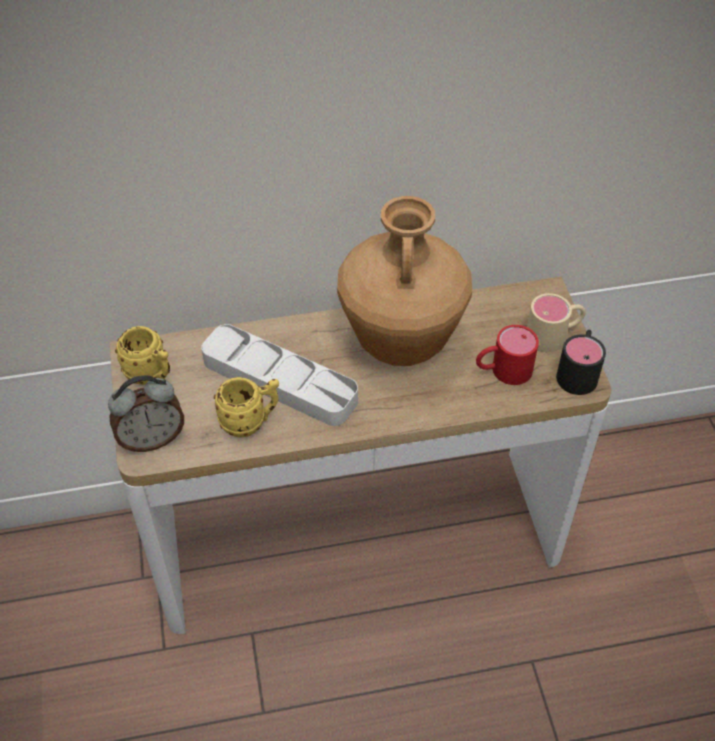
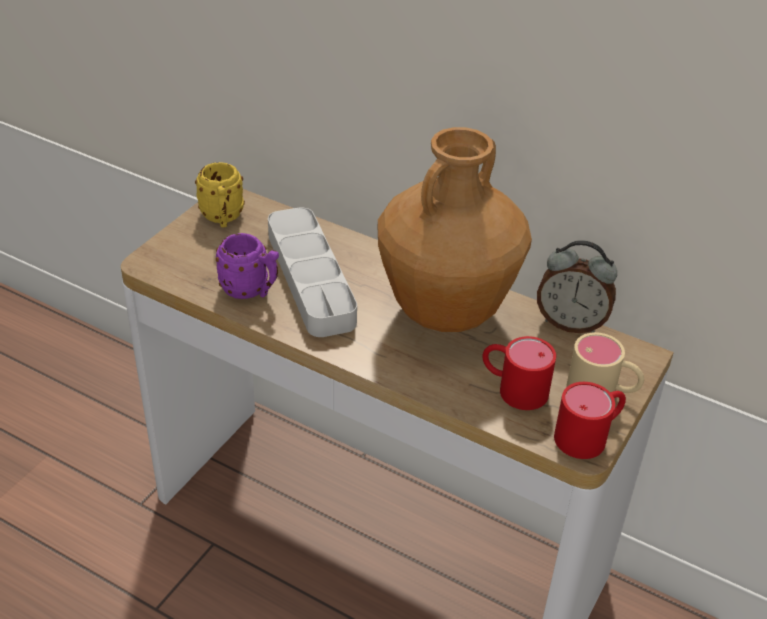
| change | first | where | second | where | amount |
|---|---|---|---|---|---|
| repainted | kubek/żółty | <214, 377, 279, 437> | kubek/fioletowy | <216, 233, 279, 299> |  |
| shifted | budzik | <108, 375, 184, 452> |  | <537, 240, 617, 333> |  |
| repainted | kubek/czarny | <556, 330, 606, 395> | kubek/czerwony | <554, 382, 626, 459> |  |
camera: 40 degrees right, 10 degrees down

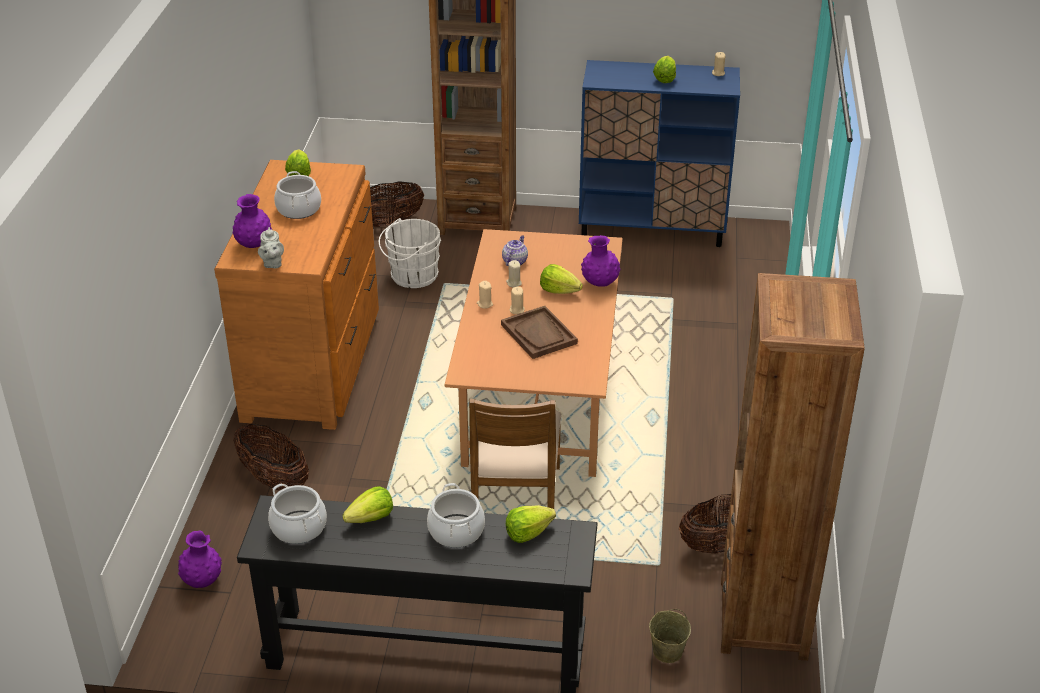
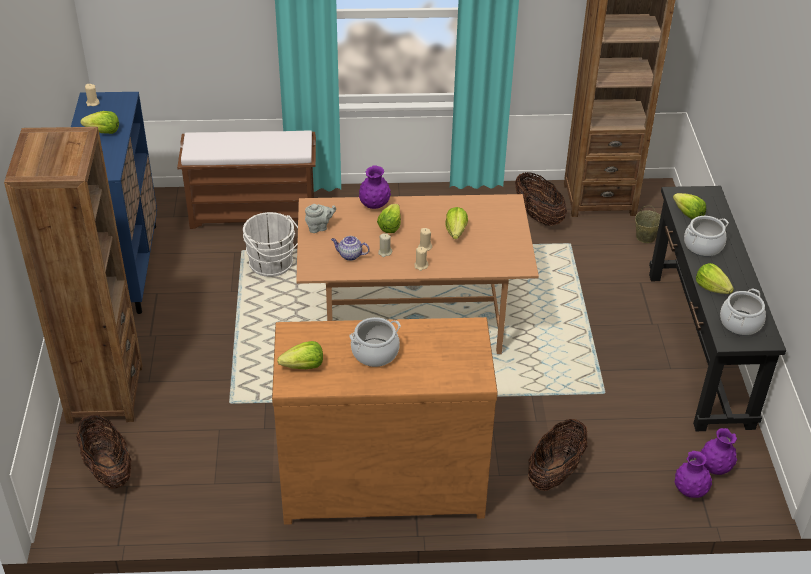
| change | first | where | second | where | amount |
|---|---|---|---|---|---|
| new |  |  | ławka/brązowy | <177, 130, 316, 229> |  |
| shifted | wiadro/biały | <379, 218, 441, 288> |  | <243, 212, 298, 277> |  |
| shifted | imbryk/szary | <258, 227, 284, 268> |  | <305, 204, 336, 233> |  |
| swapped | taca/brązowy | <501, 306, 578, 359> | sałata | <445, 207, 468, 239> |  |
| shifted | wazon/fioletowy | <232, 194, 272, 248> |  | <700, 428, 737, 475> |  |
| gone | krzesło/brązowy | <469, 399, 561, 509> |  |  |  |
camera: 100 degrees left, 5 degrees up

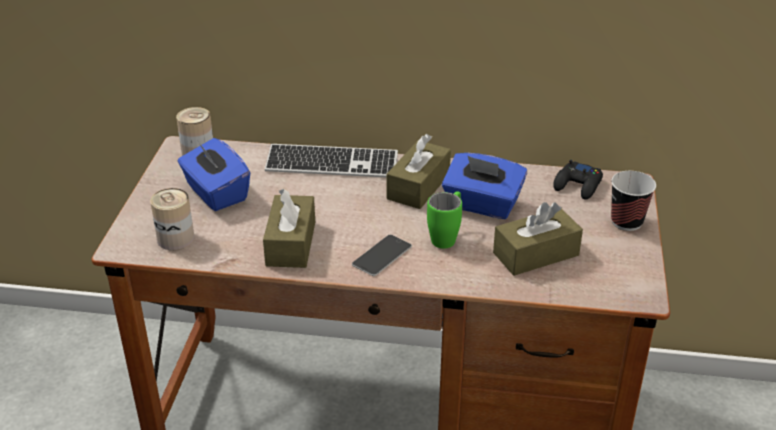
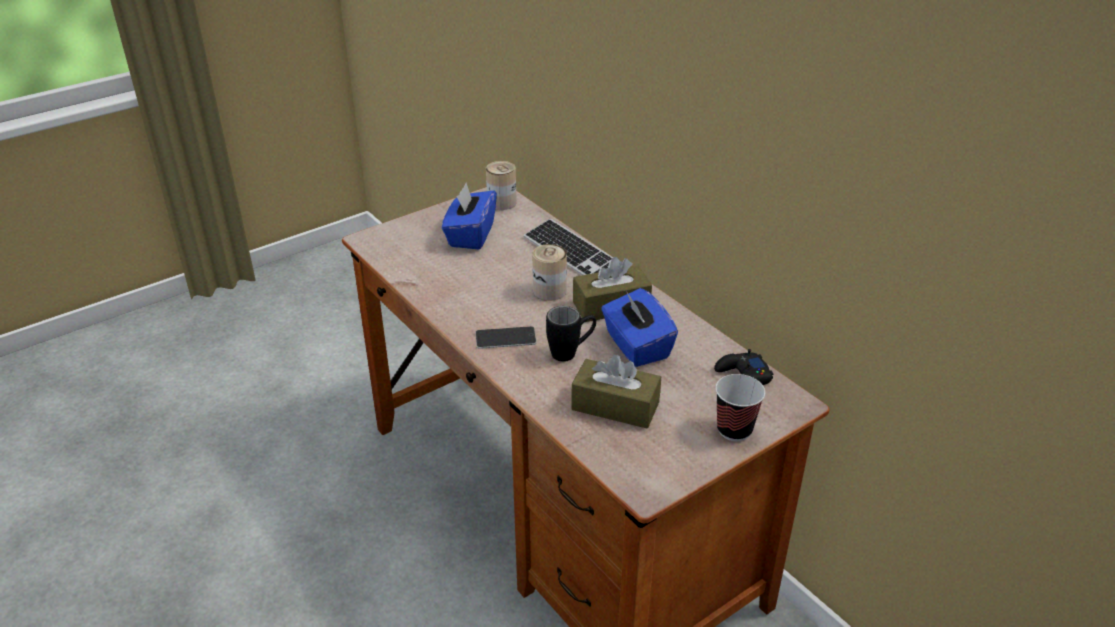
| change | first | where | second | where | amount |
|---|---|---|---|---|---|
| shifted | puszka | <150, 188, 195, 250> |  | <532, 244, 567, 301> |  |
| repainted | kubek/zielony | <427, 191, 462, 249> | kubek/czarny | <546, 306, 596, 362> |  |
| gone | pudełko chusteczek/brązowy | <263, 189, 315, 268> |  |  |  |
camera: 45 degrees right, 0 degrees up

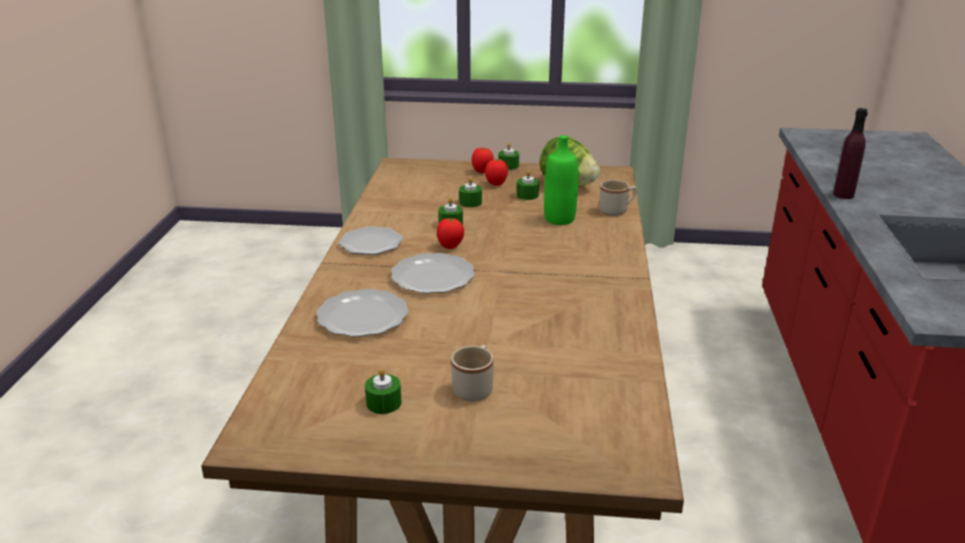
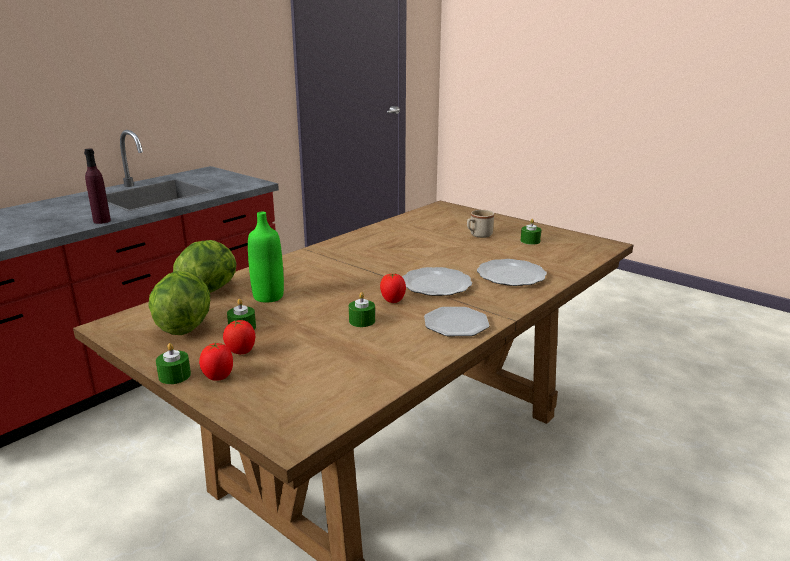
| change | first | where | second | where | amount |
|---|---|---|---|---|---|
| swapped | kubek/beżowy | <599, 180, 636, 216> | sałata | <173, 240, 237, 293> |  |
| gone | świeca/zielony | <459, 177, 482, 207> |  |  |  |
camera: 145 degrees left, 5 degrees down

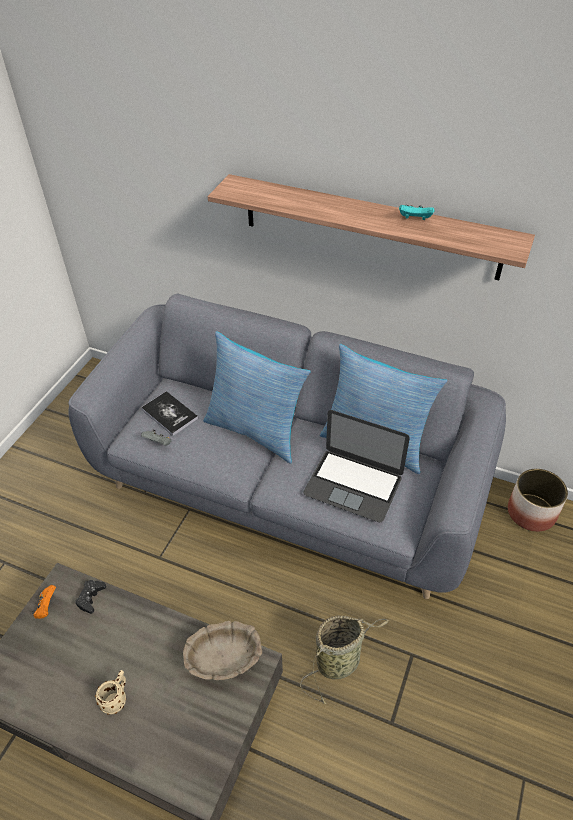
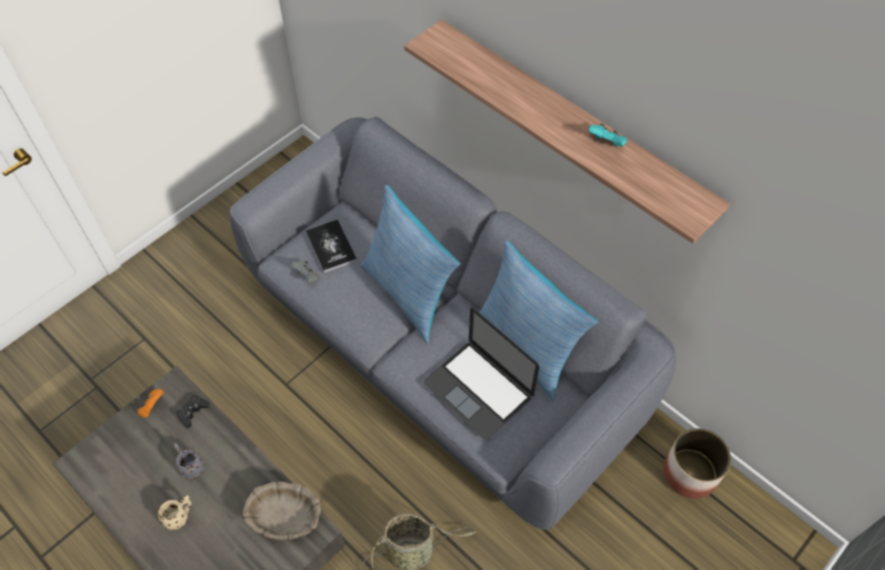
| change | first | where | second | where | amount |
|---|---|---|---|---|---|
| new |  |  | kubek/szary | <173, 443, 204, 479> |  |
camera: 20 degrees right, 10 degrees up

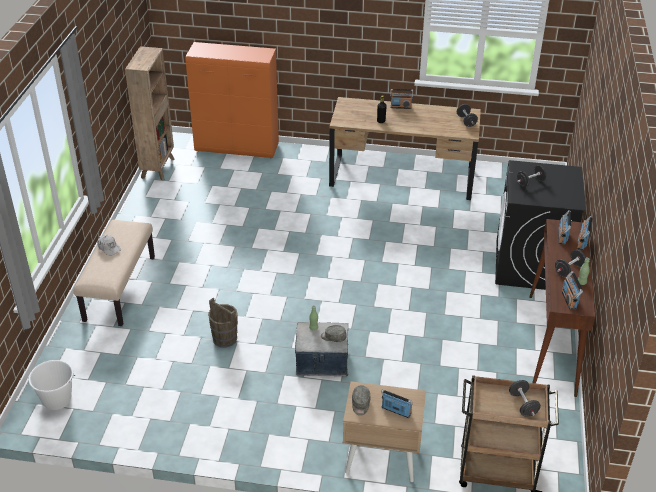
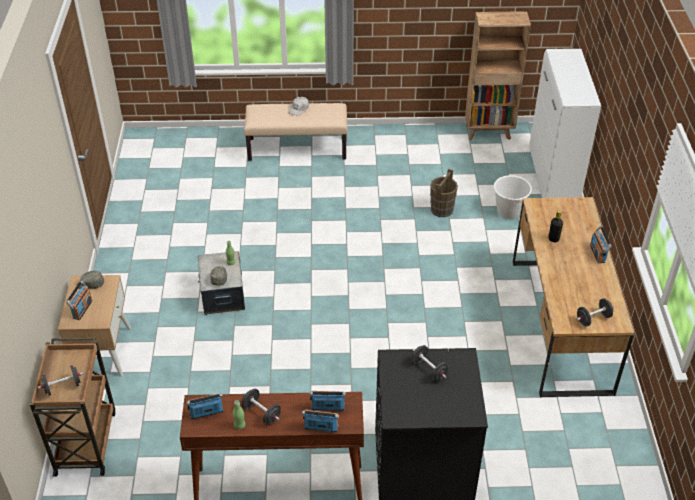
| change | first | where | second | where | amount |
|---|---|---|---|---|---|
| shifted | wiadro/brązowy | <208, 298, 238, 348> |  | <430, 169, 458, 217> |  |
| shifted | wiadro/biały | <28, 360, 76, 410> |  | <494, 175, 532, 219> |  |
| repainted | szafka/pomarańczowy | <185, 42, 279, 158> | szafka/biały | <529, 49, 601, 198> |  |
camera: 80 degrees right, 5 degrees up

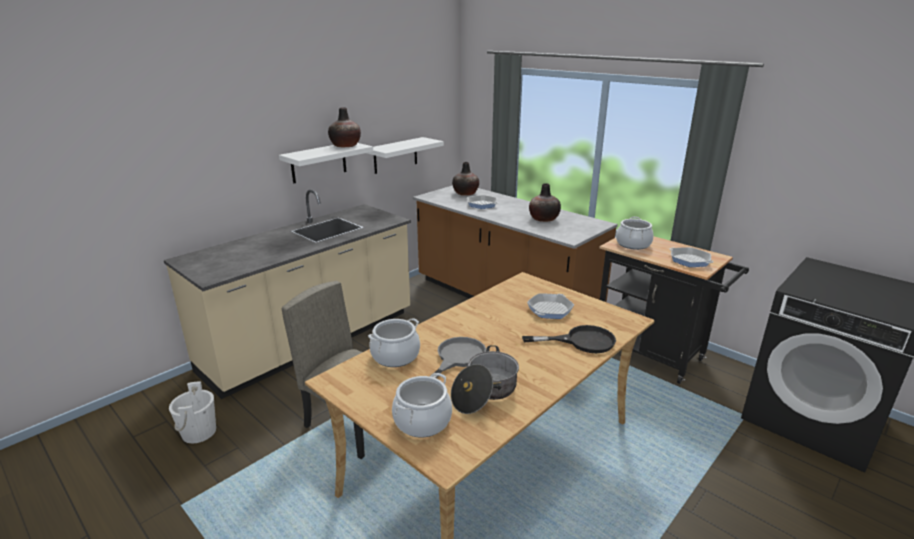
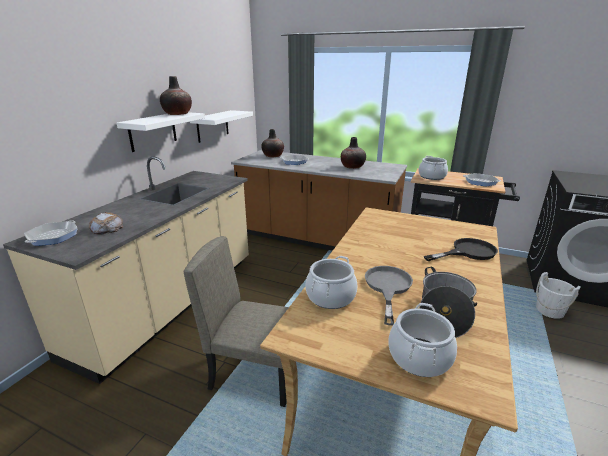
| change | first | where | second | where | amount |
|---|---|---|---|---|---|
| shifted | patelnia | <527, 294, 574, 319> |  | <24, 220, 78, 246> |  |
| new |  |  | chleb | <89, 212, 123, 235> |  |
| shifted | wiadro/biały | <169, 382, 216, 443> |  | <536, 272, 581, 319> |  |
camera: 20 degrees left, 0 degrees up

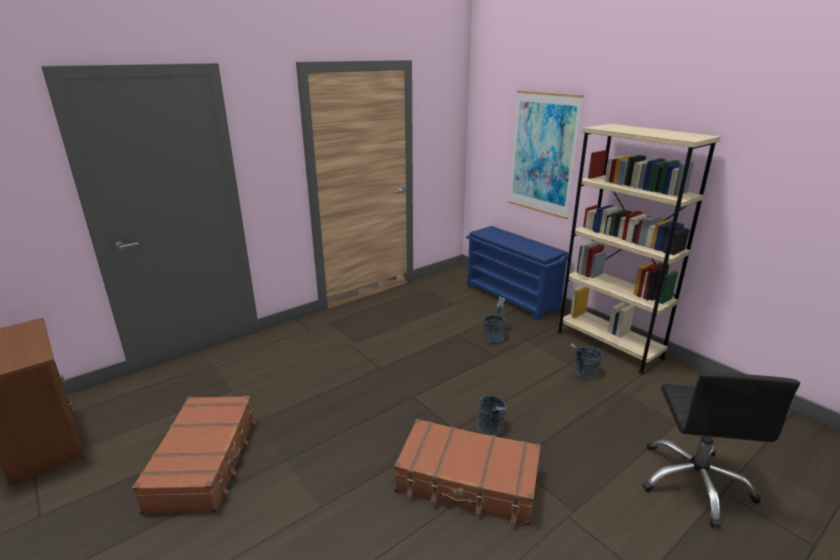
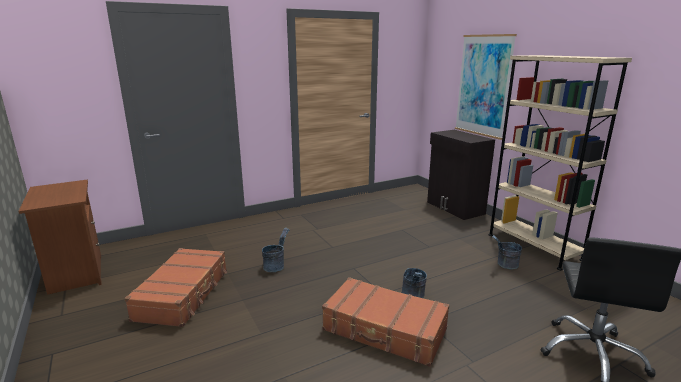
| change | first | where | second | where | amount |
|---|---|---|---|---|---|
| shifted | wiadro/szary | <484, 297, 506, 343> |  | <262, 228, 289, 272> |  |
| swapped | regał na buty/niebieski | <466, 226, 572, 321> | szafka/czarny | <427, 130, 495, 220> |  |
camera: 10 degrees right, 5 degrees down

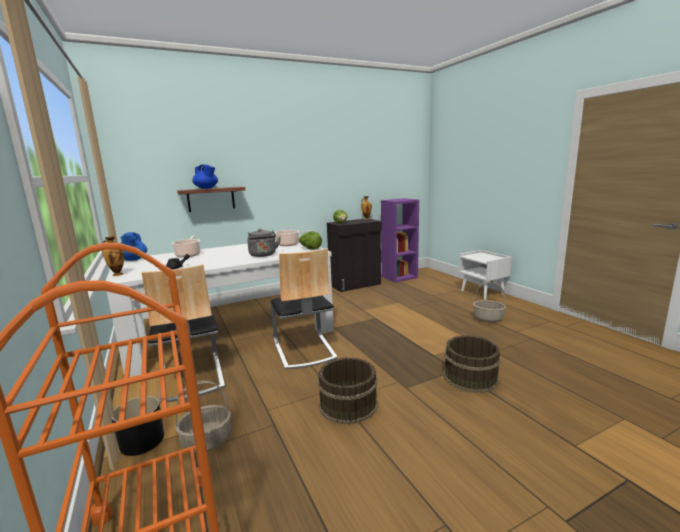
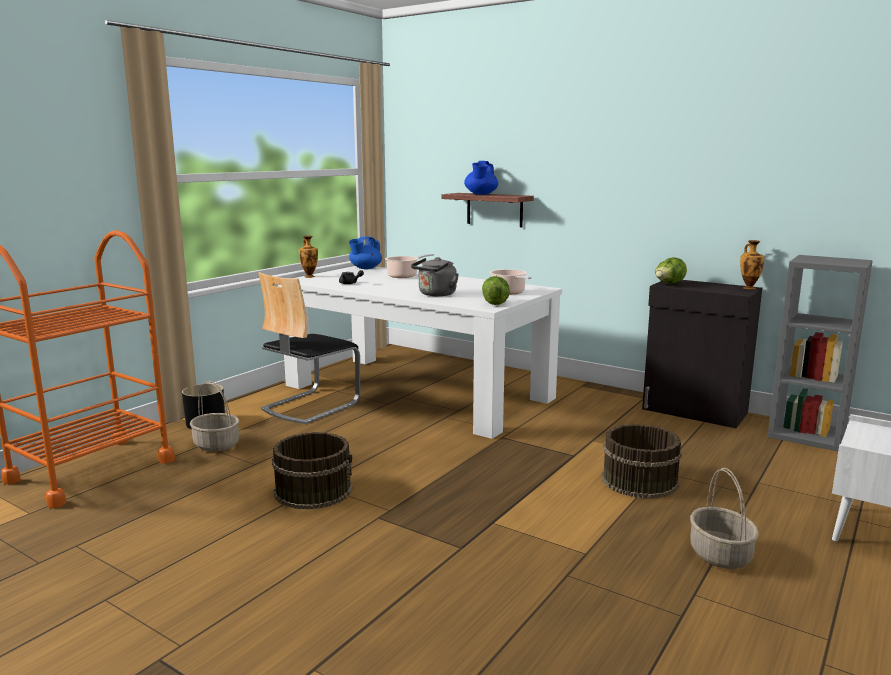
| change | first | where | second | where | amount |
|---|---|---|---|---|---|
| shifted | wiadro/brązowy | <444, 335, 501, 393> |  | <602, 424, 682, 499> |  |
| repainted | regał/fioletowy | <381, 198, 419, 282> | regał/szary | <768, 255, 873, 451> |  |
| gone | krzesło | <271, 248, 338, 369> |  |  |  |
camera: 60 degrees right, 0 degrees up

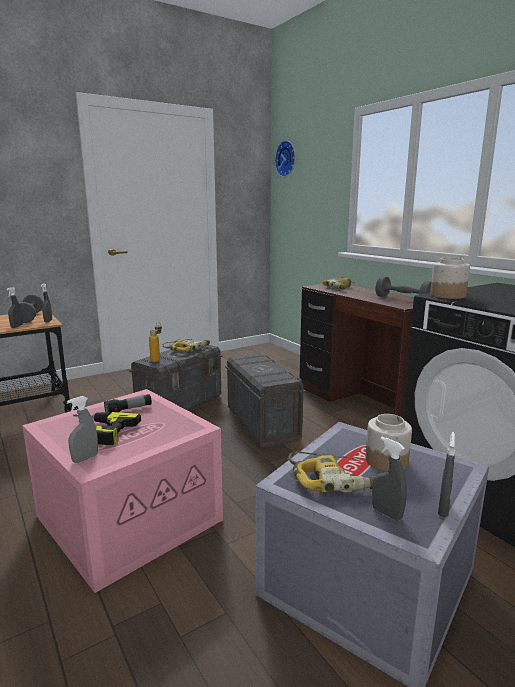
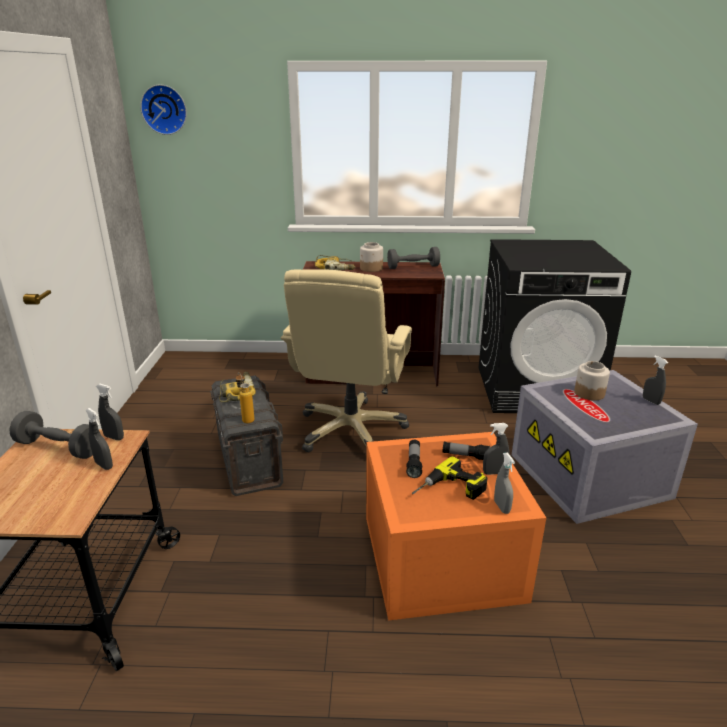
| change | first | where | second | where | amount |
|---|---|---|---|---|---|
| swapped | pojemnik do przechowywania/szary | <225, 353, 306, 448> | krzesło biurowe/beżowy | <281, 269, 412, 452> |  |
| shifted | słoik | <430, 258, 470, 299> |  | <360, 242, 383, 272> |  |
| repainted | pojemnik do przechowywania/różowy | <22, 389, 223, 593> | pojemnik do przechowywania/pomarańczowy | <366, 432, 546, 621> |  |
| new |  |  | latarka | <442, 442, 490, 460> |  |
| shifted | spryskiwacz/szary | <372, 437, 407, 521> |  | <483, 423, 509, 475> |  |
| gone | wiertarka | <288, 451, 374, 493> |  |  |  |
camera: 55 degrees left, 10 degrees up

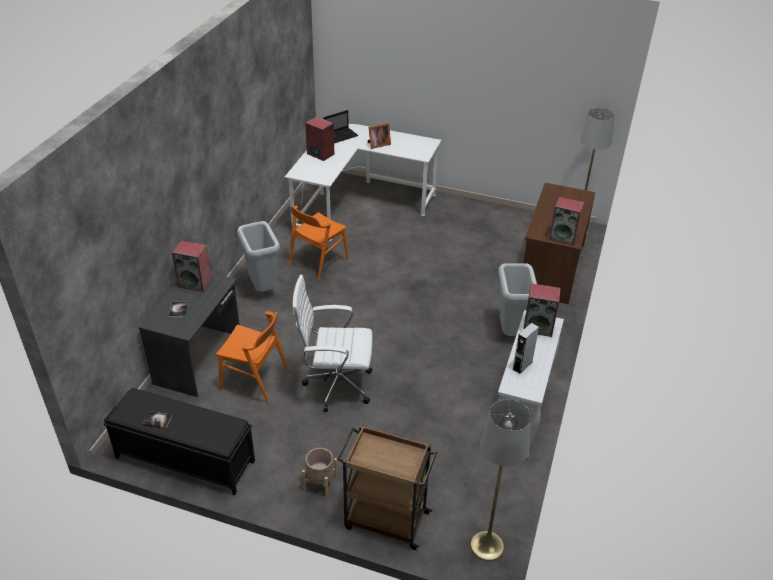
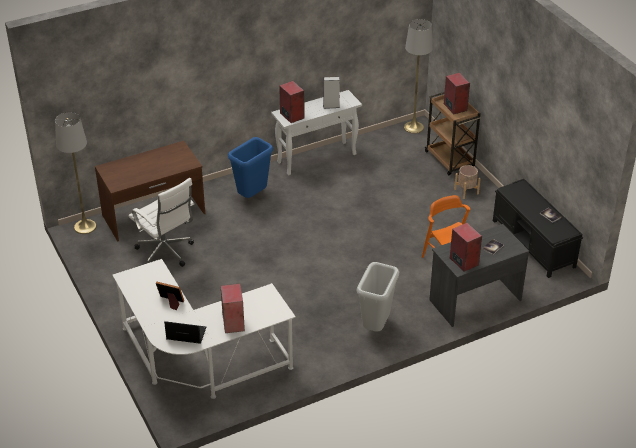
| change | first | where | second | where | amount |
|---|---|---|---|---|---|
| shifted | krzesło biurowe/biały | <293, 275, 372, 412> |  | <129, 178, 195, 267> |  |
| repainted | kosz na śmieci/szary | <498, 263, 537, 336> | kosz na śmieci/niebieski | <228, 137, 273, 198> |  |
| shifted | głośnik | <549, 197, 584, 246> |  | <444, 73, 470, 114> |  |
| gone | krzesło/pomarańczowy | <289, 206, 349, 281> |  |  |  |
camera: 135 degrees left, 0 degrees up

